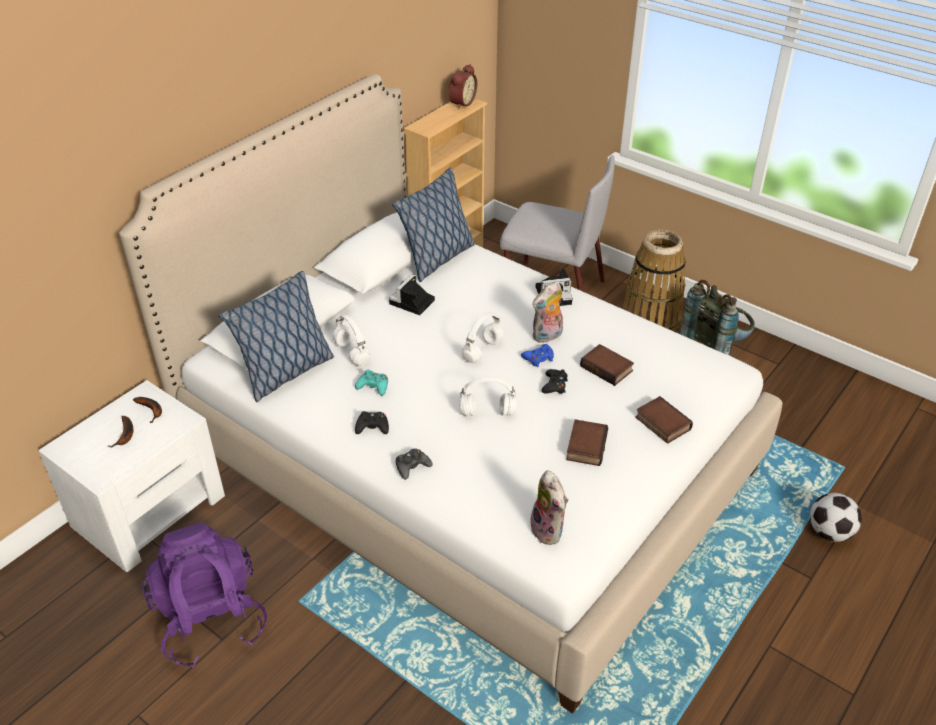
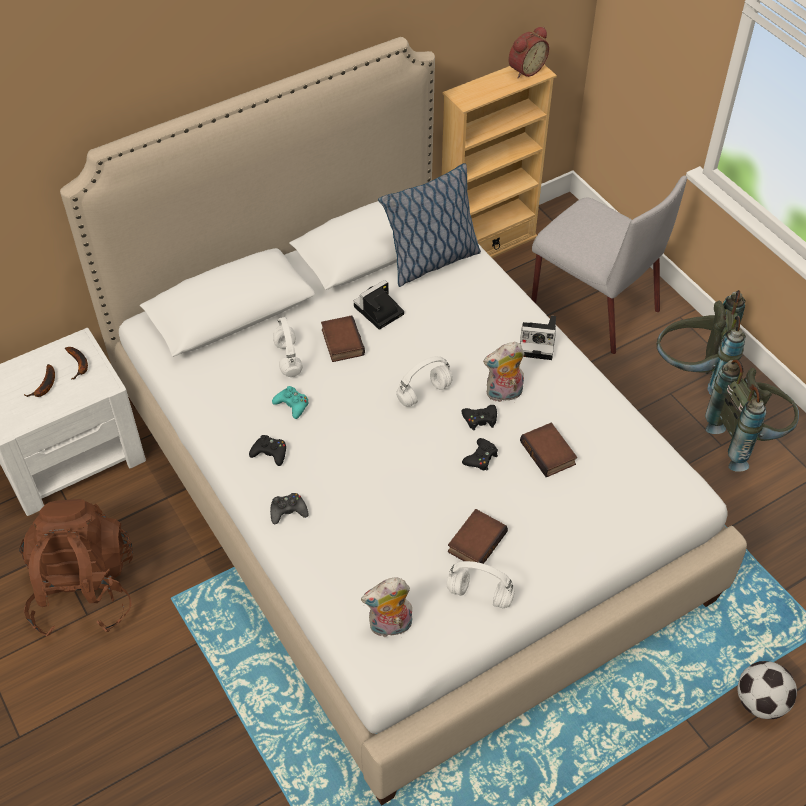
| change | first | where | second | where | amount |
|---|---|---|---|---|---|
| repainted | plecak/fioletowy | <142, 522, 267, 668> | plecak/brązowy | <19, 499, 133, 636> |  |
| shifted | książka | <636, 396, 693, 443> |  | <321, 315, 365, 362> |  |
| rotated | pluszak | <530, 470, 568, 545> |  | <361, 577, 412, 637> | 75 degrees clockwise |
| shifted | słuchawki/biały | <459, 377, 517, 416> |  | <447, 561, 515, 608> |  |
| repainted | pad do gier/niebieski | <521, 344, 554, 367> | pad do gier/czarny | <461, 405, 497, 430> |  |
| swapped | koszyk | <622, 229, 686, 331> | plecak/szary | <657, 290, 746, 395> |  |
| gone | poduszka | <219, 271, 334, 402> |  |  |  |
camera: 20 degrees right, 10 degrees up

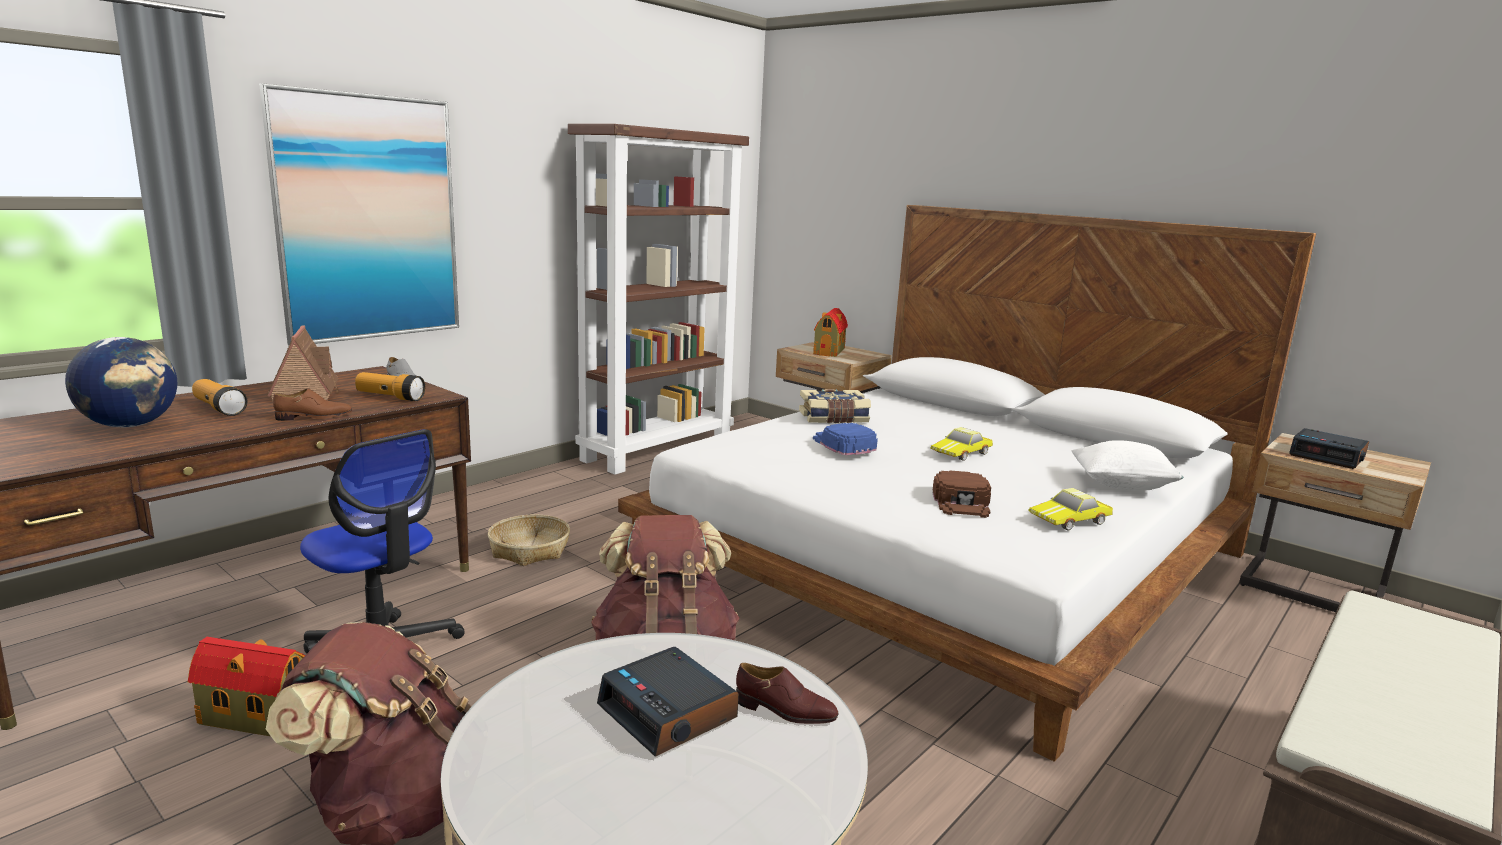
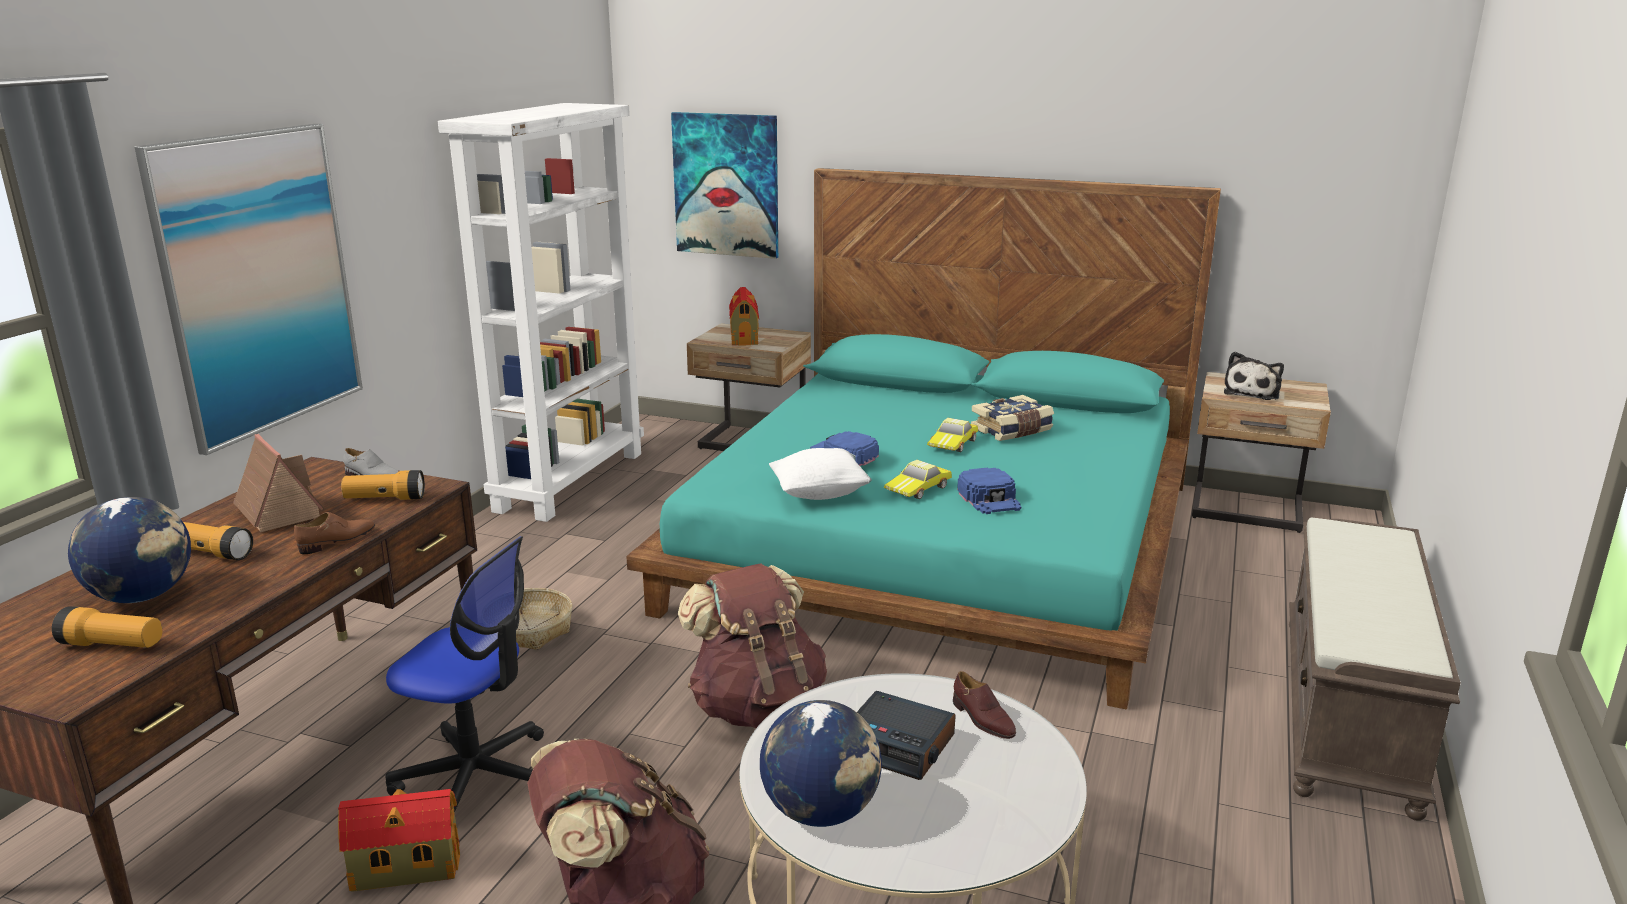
| change | first | where | second | where | amount |
|---|---|---|---|---|---|
| new |  |  | latarka | <52, 606, 162, 648> |  |
| repainted | regał/brązowy | <568, 124, 749, 475> | regał/biały | <438, 103, 644, 522> |  |
| repainted | łóżko/biały | <618, 205, 1316, 762> | łóżko/turkusowy | <626, 168, 1221, 709> |  |
| new |  |  | obraz | <671, 112, 778, 259> |  |
| new |  |  | globus | <760, 700, 882, 827> |  |
| shifted | poduszka/biały | <1072, 440, 1184, 491> |  | <769, 448, 872, 500> |  |
| shifted | samochodzik | <1028, 488, 1113, 530> |  | <884, 460, 952, 499> |  |
| rotated | but/brązowy | <736, 663, 839, 724> |  | <953, 671, 1016, 739> | 60 degrees clockwise |
| repainted | czapka z daszkiem/brązowy | <933, 470, 991, 518> | czapka z daszkiem/niebieski | <957, 467, 1021, 514> |  |
| shifted | książka | <799, 389, 871, 423> |  | <971, 395, 1054, 441> |  |
| swapped | budzik | <1289, 428, 1369, 469> | pluszak | <1224, 352, 1284, 400> |  |
camera: 20 degrees left, 5 degrees up

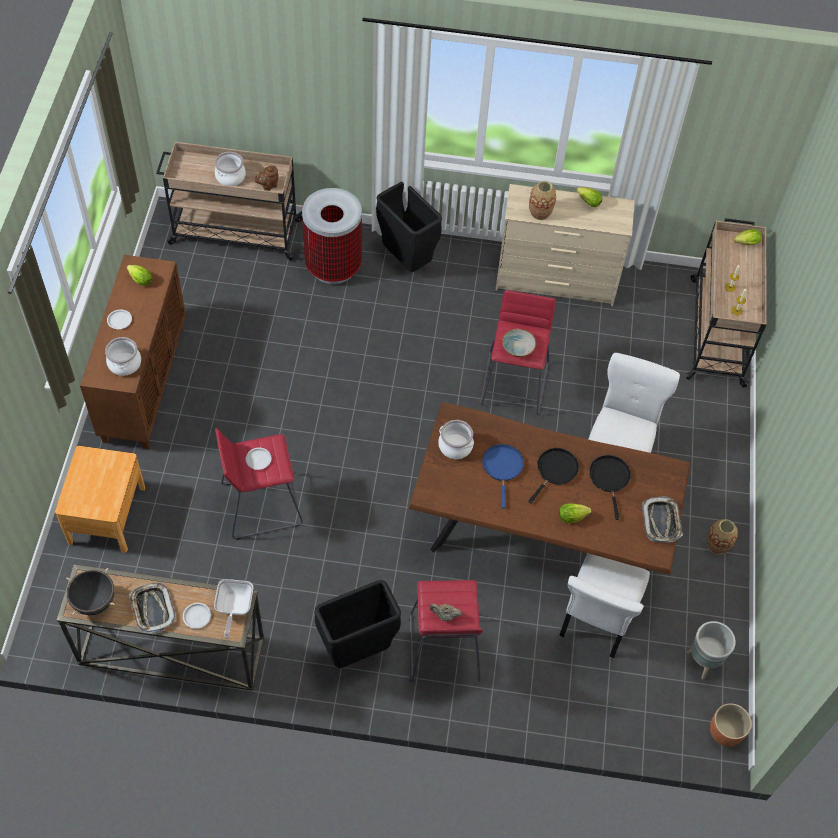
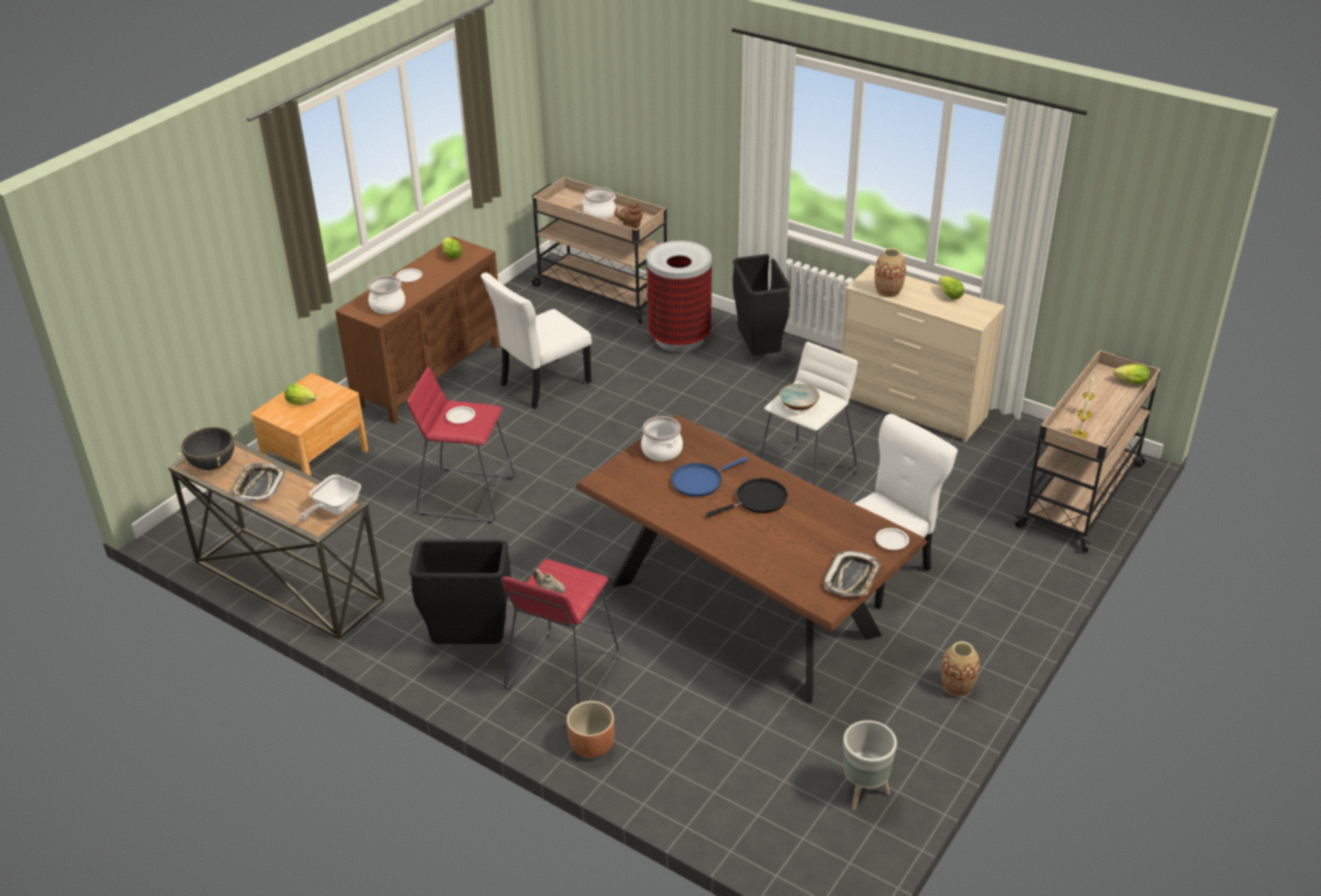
| change | first | where | second | where | amount |
|---|---|---|---|---|---|
| shifted | sałata | <559, 504, 592, 523> |  | <284, 384, 317, 405> |  |
| shifted | krzesło/biały | <559, 553, 650, 658> |  | <481, 272, 592, 409> |  |
| shifted | donica/brązowy | <710, 703, 752, 747> |  | <567, 701, 614, 758> |  |
| rotated | patelnia/niebieski | <482, 444, 524, 508> |  | <671, 457, 749, 497> | 150 degrees counterclockwise |
| repainted | stołek/czerwony | <480, 290, 556, 415> | stołek/biały | <760, 342, 858, 493> |  |
| shifted | talerz/biały | <183, 603, 211, 629> |  | <875, 528, 909, 550> |  |
| gone | patelnia/czarny | <589, 455, 631, 520> |  |  |  |
camera: 30 degrees right, 20 degrees down

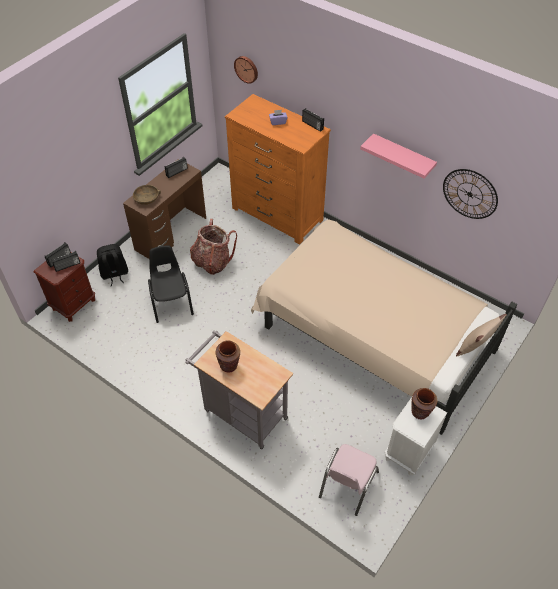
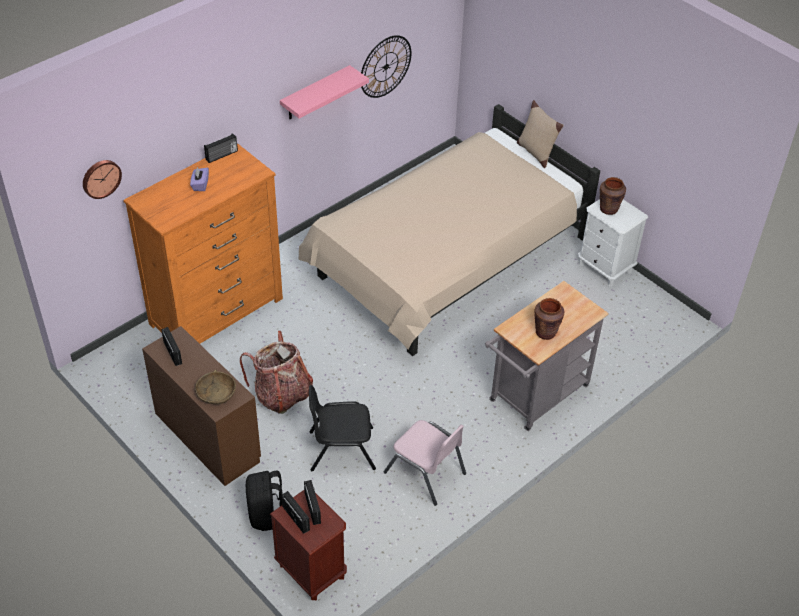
| change | first | where | second | where | amount |
|---|---|---|---|---|---|
| shifted | krzesło/różowy | <319, 444, 379, 516> |  | <384, 420, 466, 506> |  |
camera: 80 degrees left, 5 degrees down

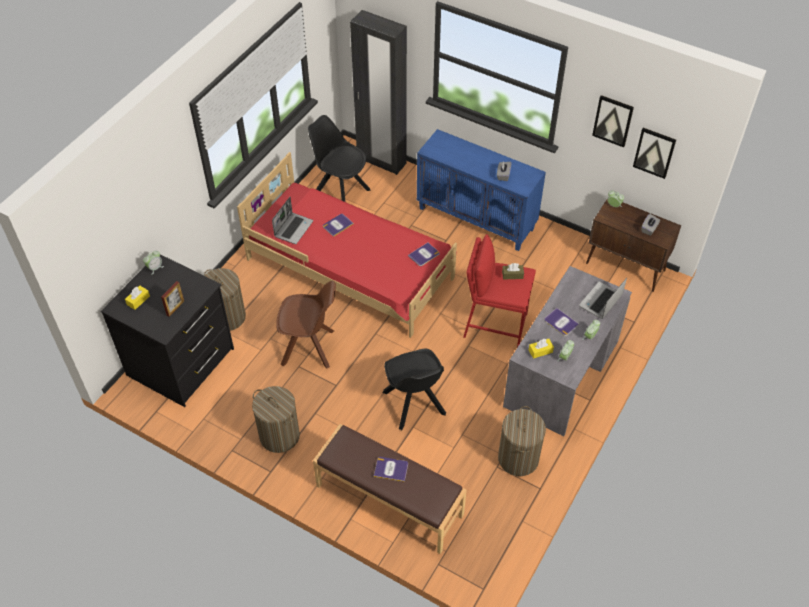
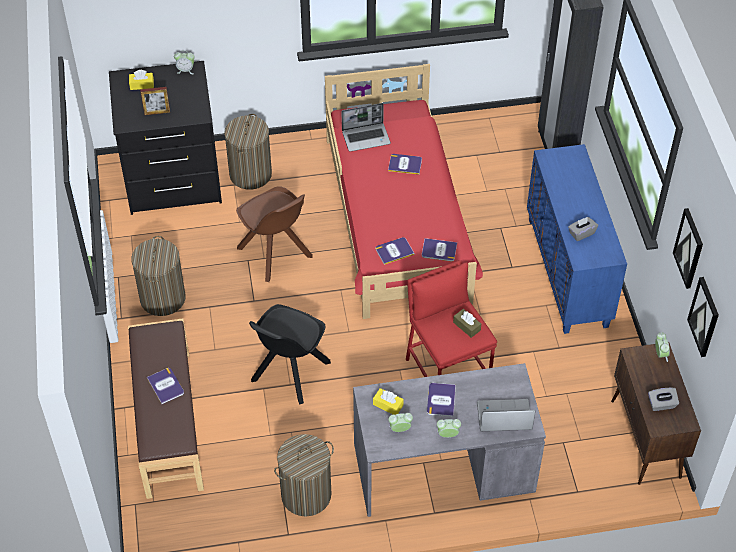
| change | first | where | second | where | amount |
|---|---|---|---|---|---|
| new |  |  | książka | <376, 237, 414, 265> |  |
| gone | krzesło/czarny | <308, 115, 371, 202> |  |  |  |
camera: 50 degrees right, 0 degrees up

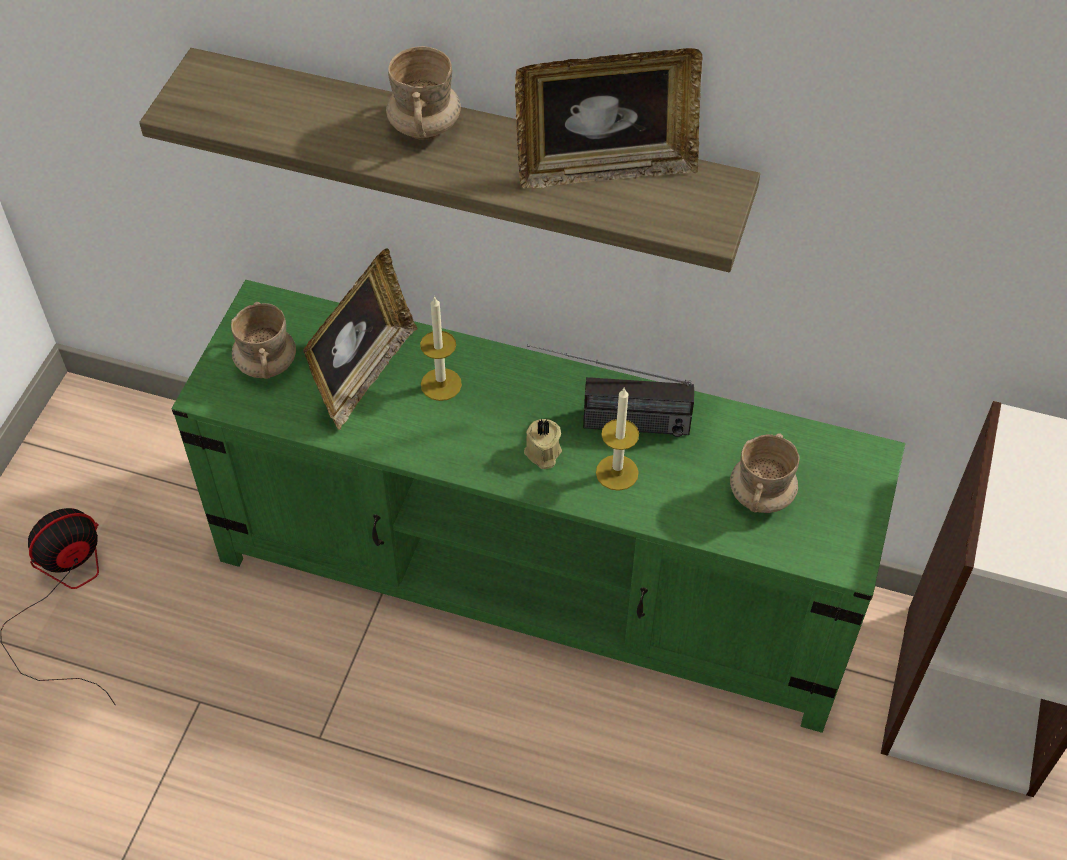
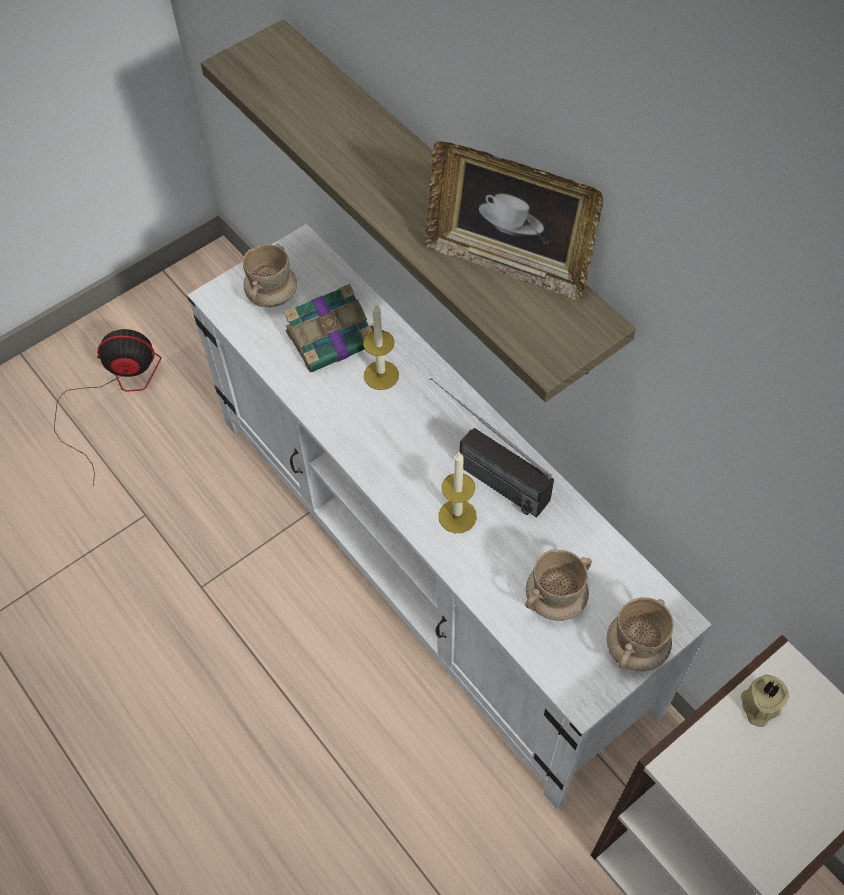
| change | first | where | second | where | amount |
|---|---|---|---|---|---|
| repainted | szafka pod telewizor/zielony | <172, 280, 905, 733> | szafka pod telewizor/biały | <187, 224, 712, 809> |  |
| swapped | ramka na zdjęcie | <303, 249, 417, 430> | książka | <284, 284, 384, 372> |  |
| shifted | kubek/beżowy | <386, 46, 461, 140> |  | <606, 597, 674, 672> |  |
| shifted | świeca/beżowy | <524, 419, 562, 469> |  | <741, 674, 789, 727> |  |
camera: 35 degrees right, 5 degrees up

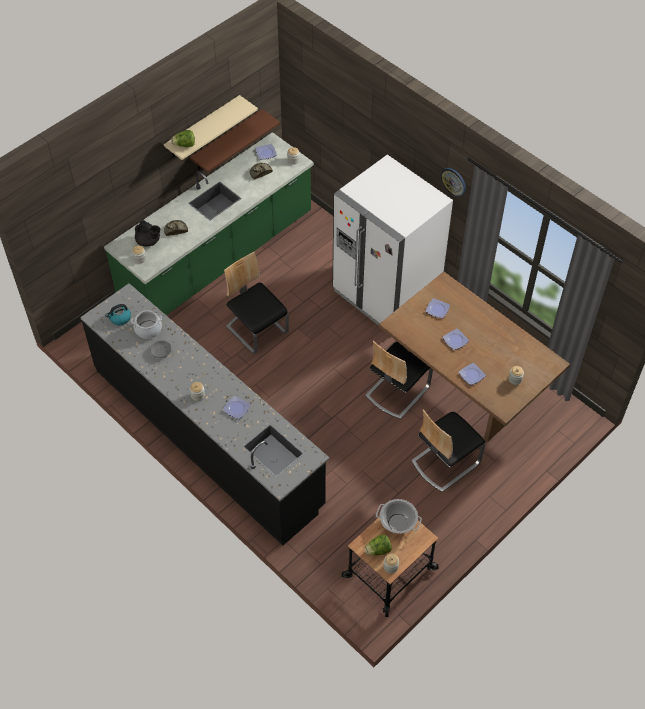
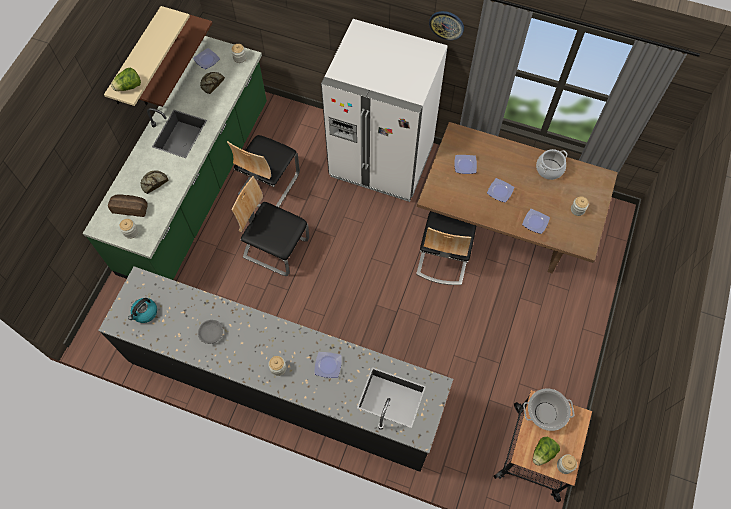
| change | first | where | second | where | amount |
|---|---|---|---|---|---|
| swapped | imbryk/czarny | <135, 220, 160, 247> | chleb | <108, 194, 148, 217> |  |
| shifted | krzesło | <411, 409, 485, 492> |  | <227, 135, 300, 207> |  |
| shifted | garnek | <131, 310, 162, 339> |  | <536, 149, 568, 180> |  |
camera: 25 degrees left, 10 degrees up

